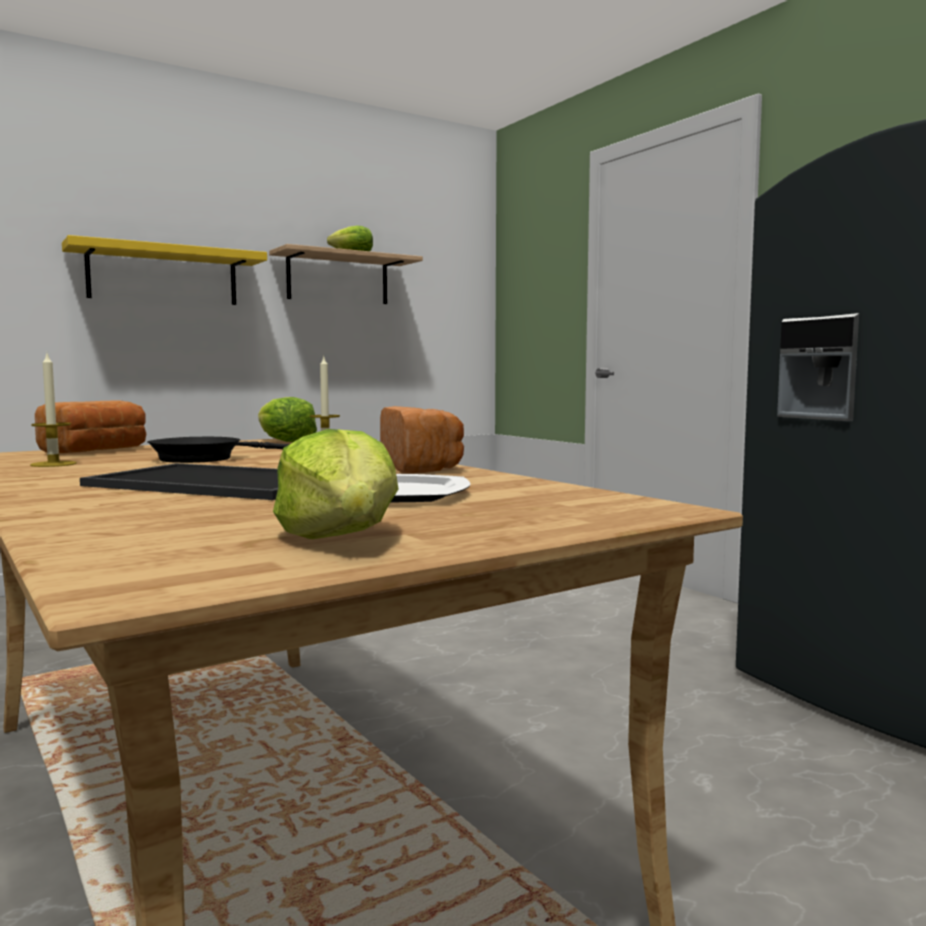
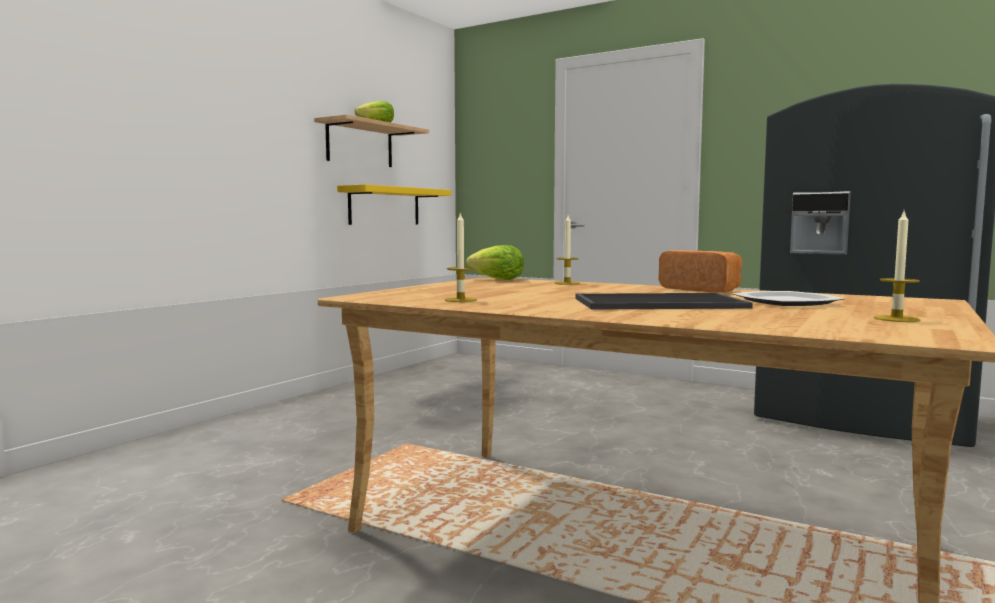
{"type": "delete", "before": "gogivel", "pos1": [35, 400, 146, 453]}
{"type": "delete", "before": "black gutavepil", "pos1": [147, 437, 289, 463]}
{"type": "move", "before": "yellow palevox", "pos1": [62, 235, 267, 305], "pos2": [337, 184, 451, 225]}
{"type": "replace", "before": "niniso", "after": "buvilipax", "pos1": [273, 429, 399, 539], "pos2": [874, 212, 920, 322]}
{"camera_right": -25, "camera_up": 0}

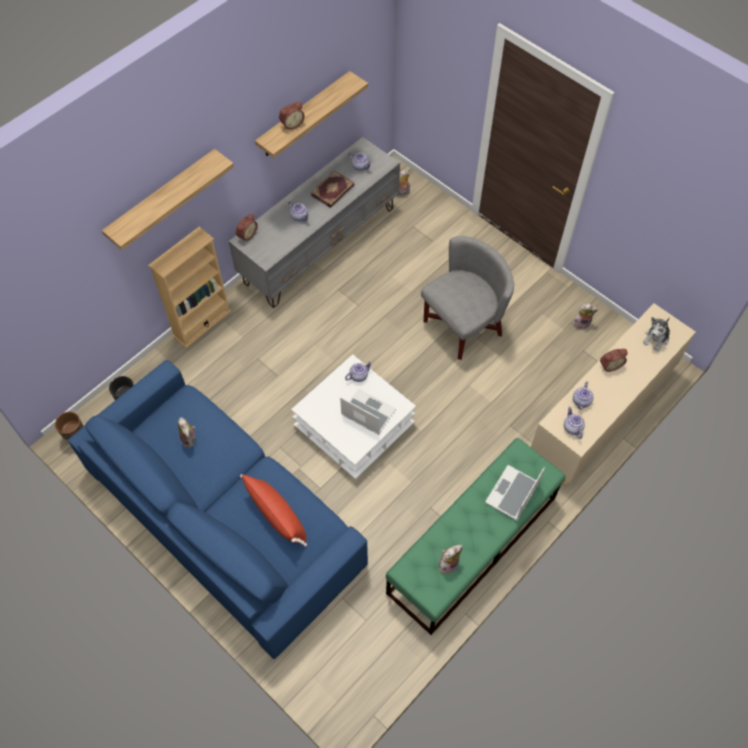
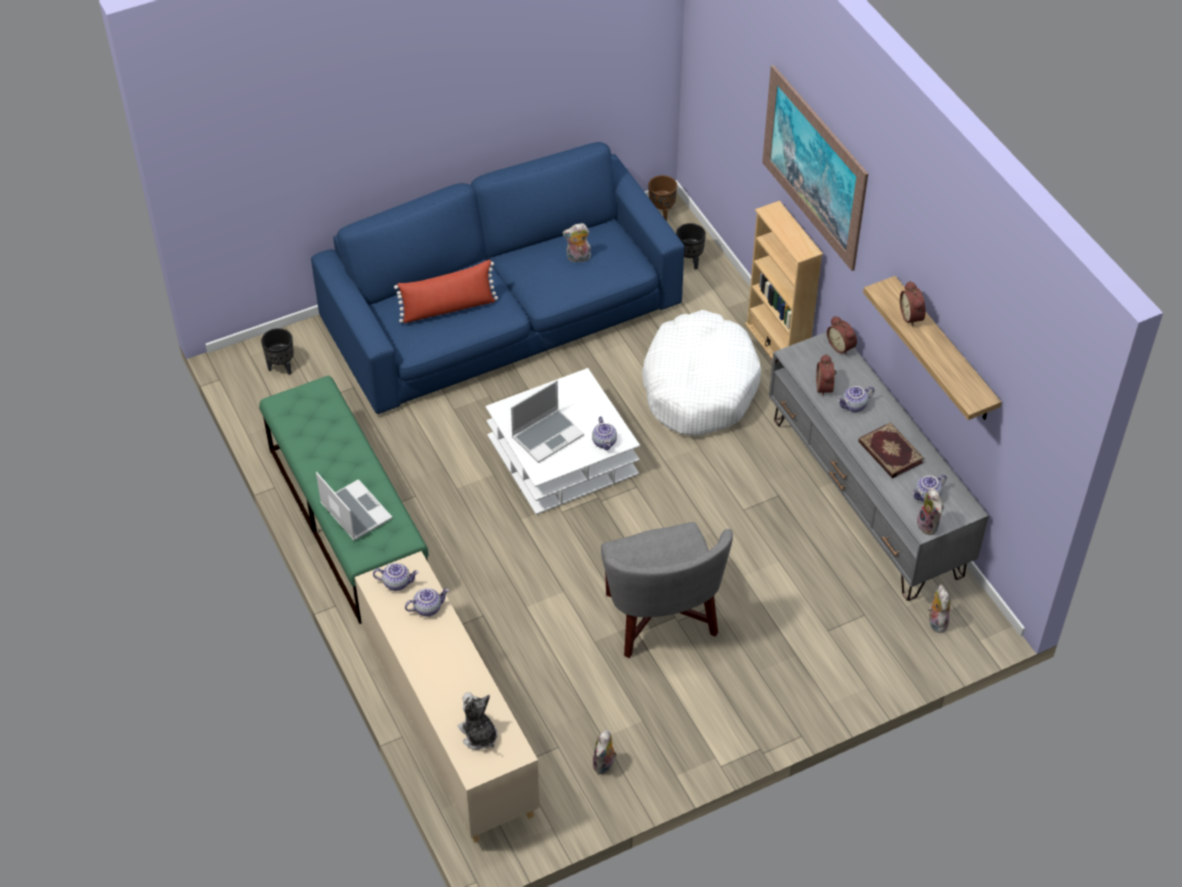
{"type": "insert", "after": "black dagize", "pos2": [261, 328, 294, 375]}
{"type": "insert", "after": "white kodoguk", "pos2": [642, 310, 761, 436]}
{"type": "move", "before": "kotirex", "pos1": [439, 545, 463, 574], "pos2": [917, 488, 944, 535]}
{"type": "move", "before": "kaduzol", "pos1": [600, 349, 628, 372], "pos2": [816, 354, 837, 396]}
{"type": "replace", "before": "palevox", "after": "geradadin", "pos1": [102, 149, 234, 250], "pos2": [762, 65, 868, 271]}
{"type": "rotate", "before": "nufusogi", "pos1": [573, 381, 593, 409], "pos2": [405, 588, 449, 616], "turn": 120}
{"camera_right": 110, "camera_up": -10}

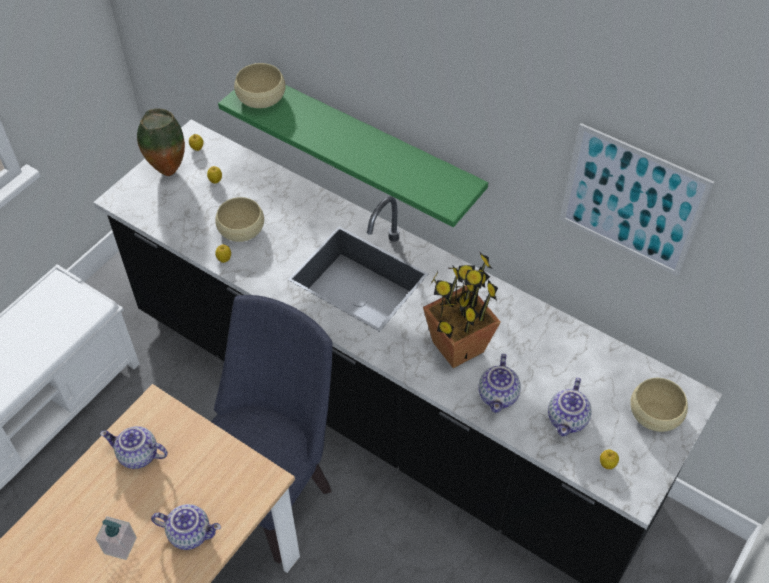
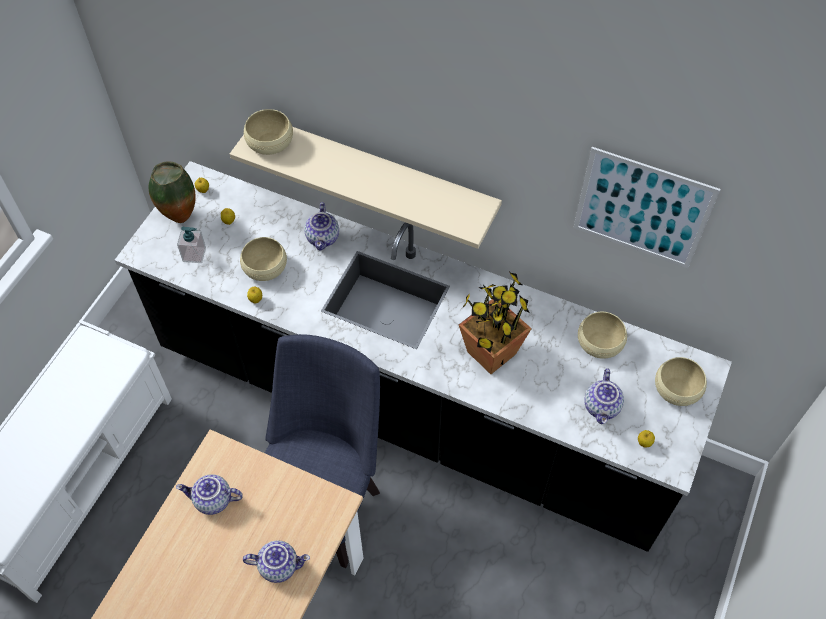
{"type": "insert", "after": "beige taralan", "pos2": [578, 312, 627, 359]}
{"type": "move", "before": "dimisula", "pos1": [96, 516, 137, 560], "pos2": [177, 227, 206, 263]}
{"type": "move", "before": "nufusogi", "pos1": [478, 354, 521, 413], "pos2": [304, 202, 339, 251]}
{"type": "recolor", "before": "green palevox", "after": "beige palevox", "pos1": [218, 85, 488, 227], "pos2": [230, 127, 502, 249]}
{"camera_right": -10, "camera_up": 5}

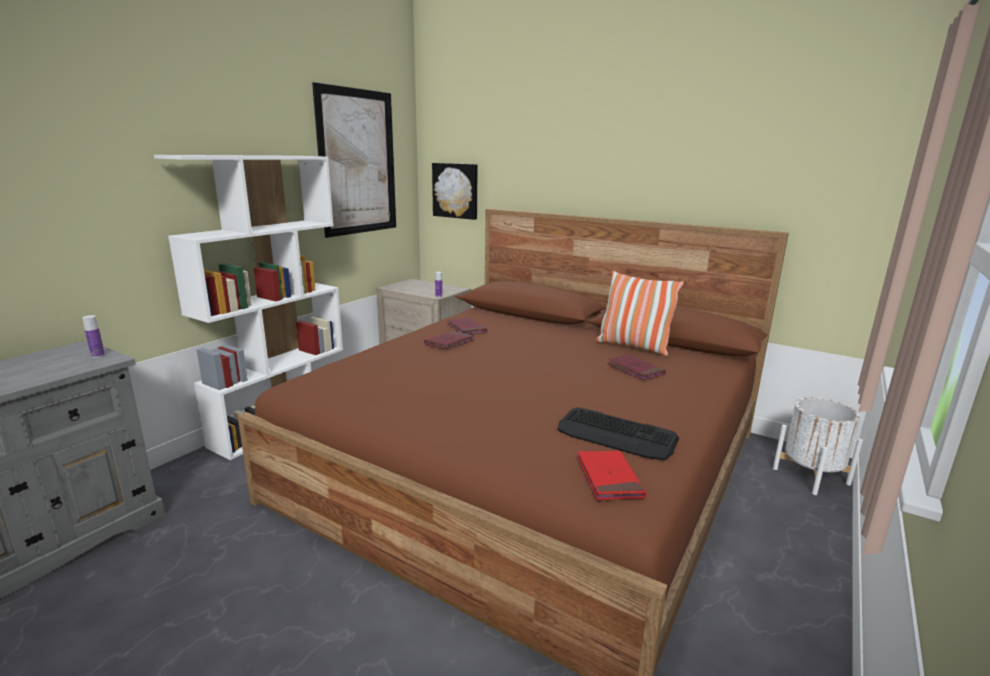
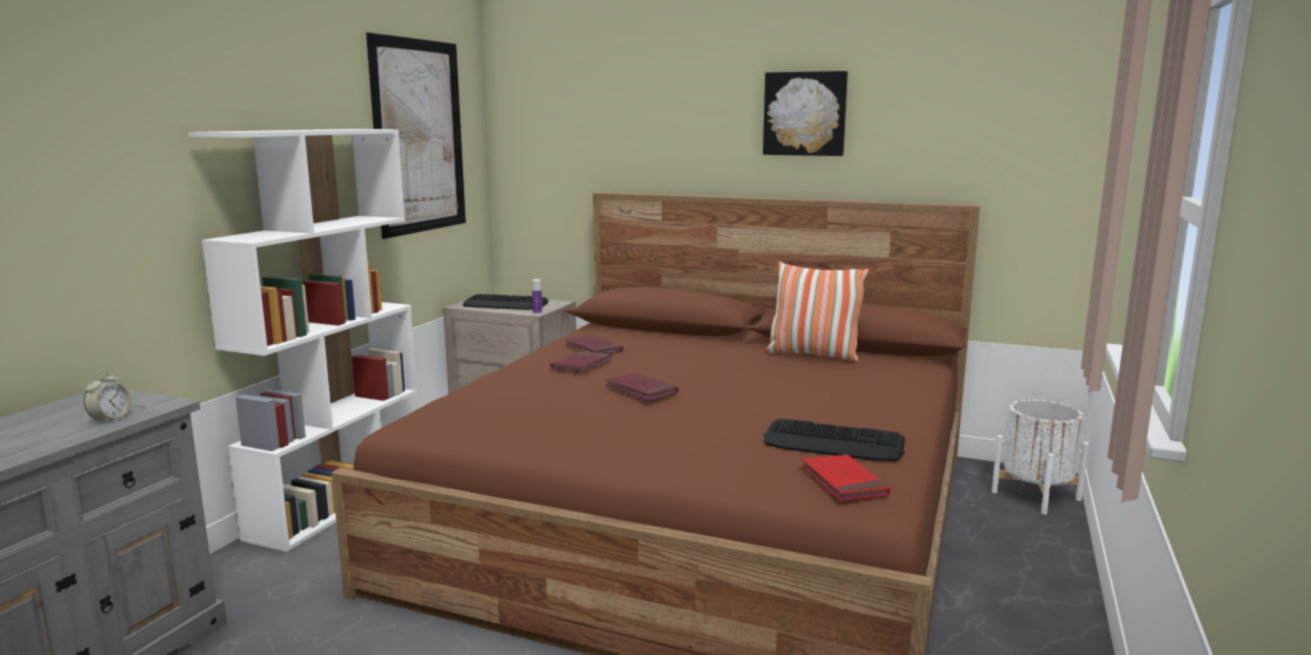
{"type": "delete", "before": "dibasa", "pos1": [82, 315, 105, 358]}
{"type": "insert", "after": "kaduzol", "pos2": [84, 371, 131, 424]}
{"type": "insert", "after": "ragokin", "pos2": [463, 294, 548, 310]}
{"type": "move", "before": "geradadin", "pos1": [432, 163, 478, 220], "pos2": [763, 71, 848, 156]}
{"type": "move", "before": "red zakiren", "pos1": [608, 355, 666, 380], "pos2": [605, 373, 679, 401]}
{"camera_right": -10, "camera_up": -5}

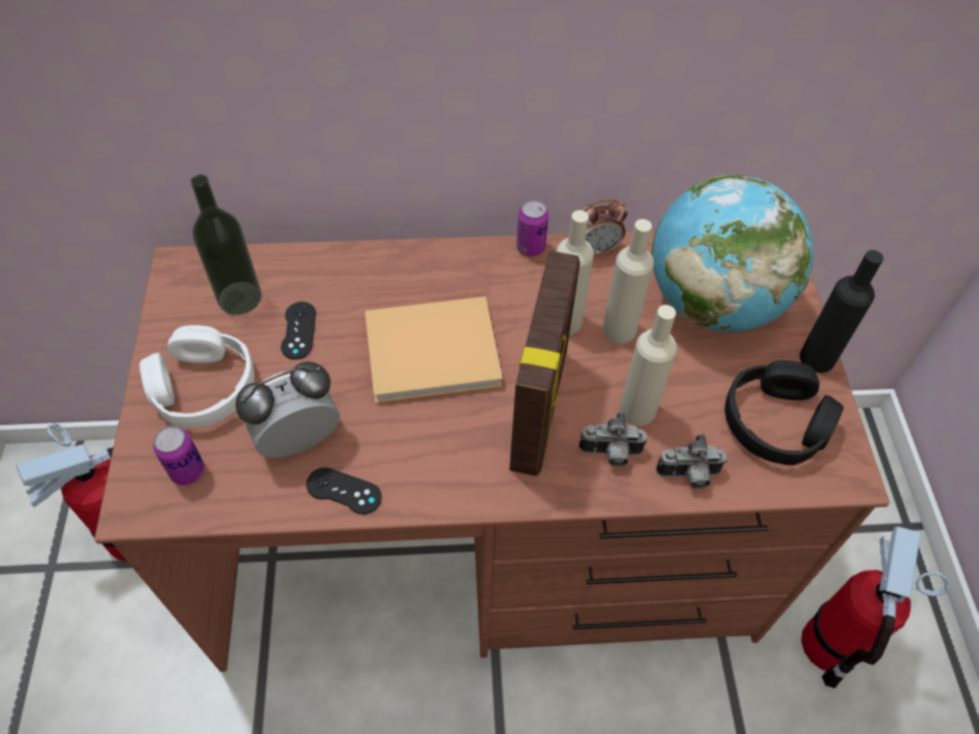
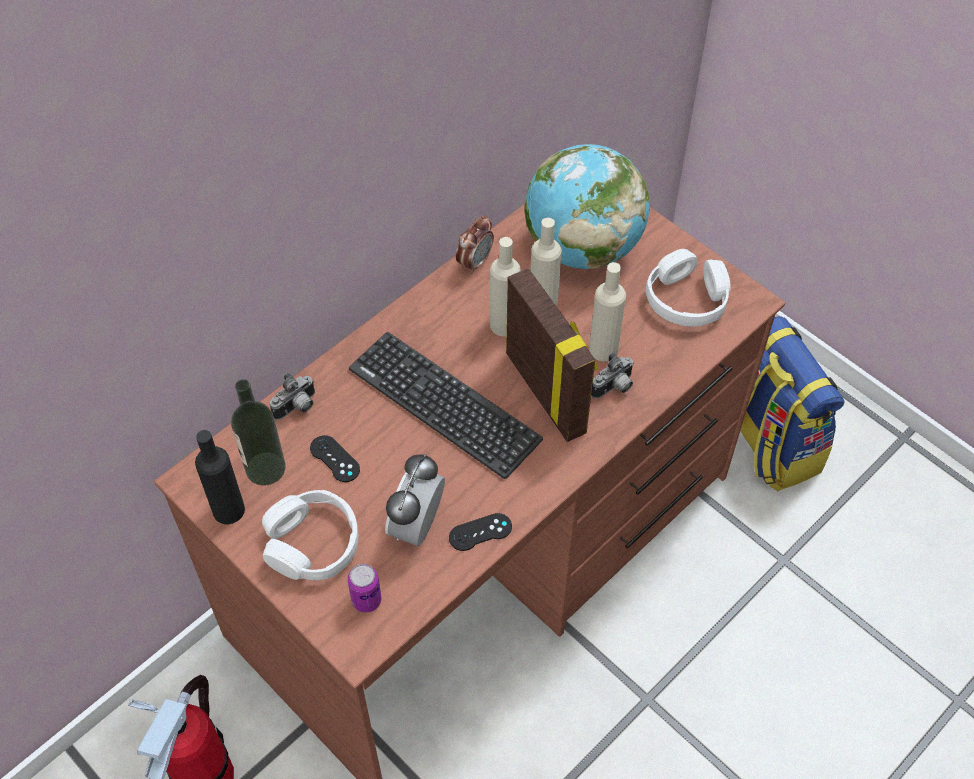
{"type": "delete", "before": "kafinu", "pos1": [516, 200, 549, 256]}
{"type": "move", "before": "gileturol", "pos1": [656, 434, 727, 488], "pos2": [269, 372, 315, 420]}
{"type": "move", "before": "black dibasa", "pos1": [800, 250, 884, 373], "pos2": [195, 430, 245, 524]}
{"type": "replace", "before": "beige zakiren", "after": "ragokin", "pos1": [365, 296, 503, 404], "pos2": [349, 332, 543, 479]}
{"type": "replace", "before": "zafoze", "after": "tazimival", "pos1": [801, 526, 950, 688], "pos2": [740, 316, 845, 491]}
{"type": "recolor", "before": "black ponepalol", "after": "white ponepalol", "pos1": [725, 360, 844, 465], "pos2": [646, 249, 731, 327]}
{"camera_right": -40, "camera_up": 0}

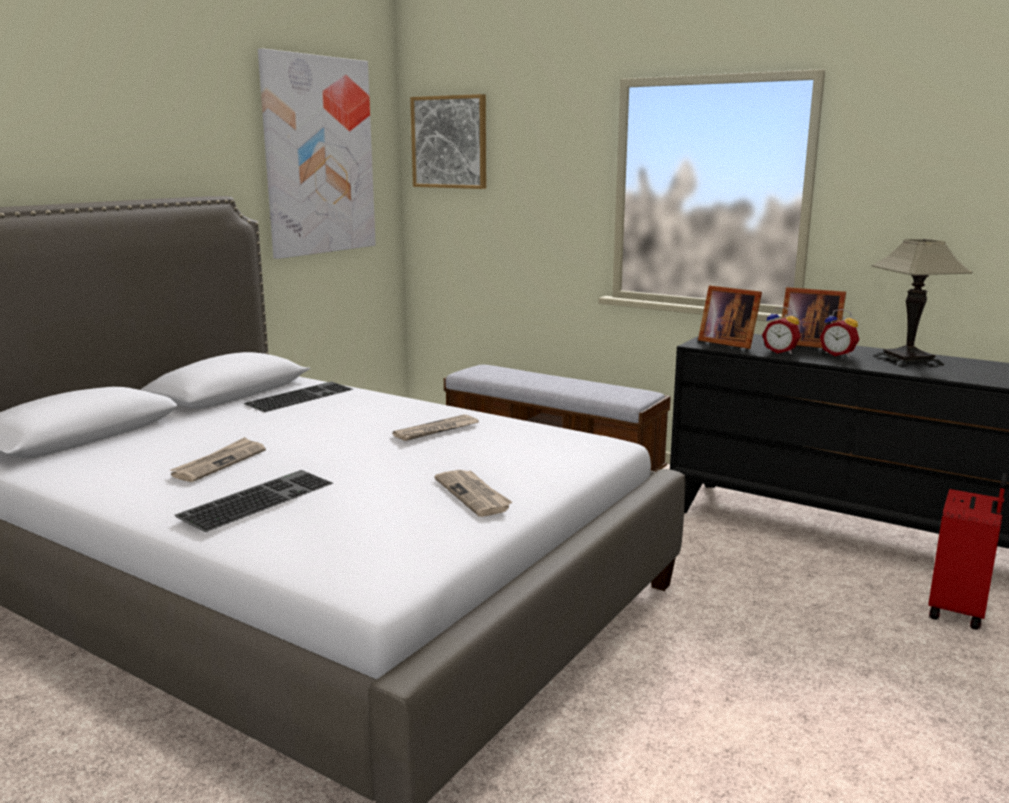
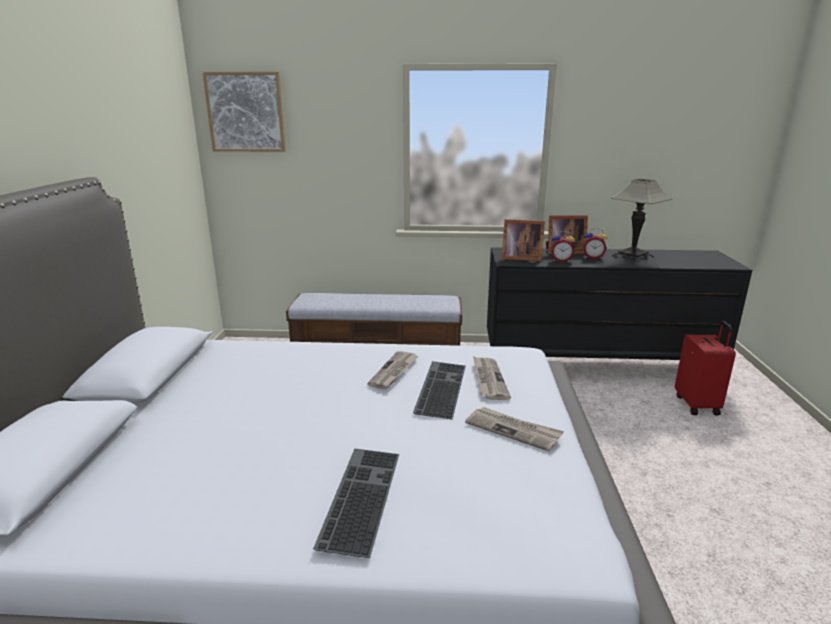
{"type": "delete", "before": "geradadin", "pos1": [258, 48, 376, 259]}
{"type": "move", "before": "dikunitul", "pos1": [170, 437, 266, 482], "pos2": [473, 356, 511, 400]}
{"type": "move", "before": "ragokin", "pos1": [244, 382, 353, 412], "pos2": [413, 361, 466, 420]}
{"camera_right": -30, "camera_up": 5}

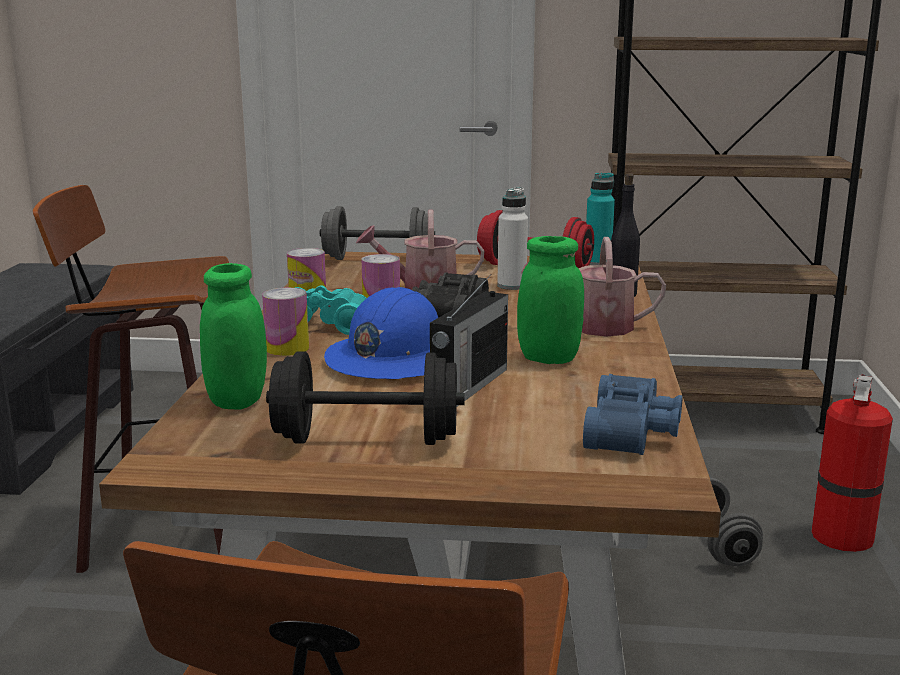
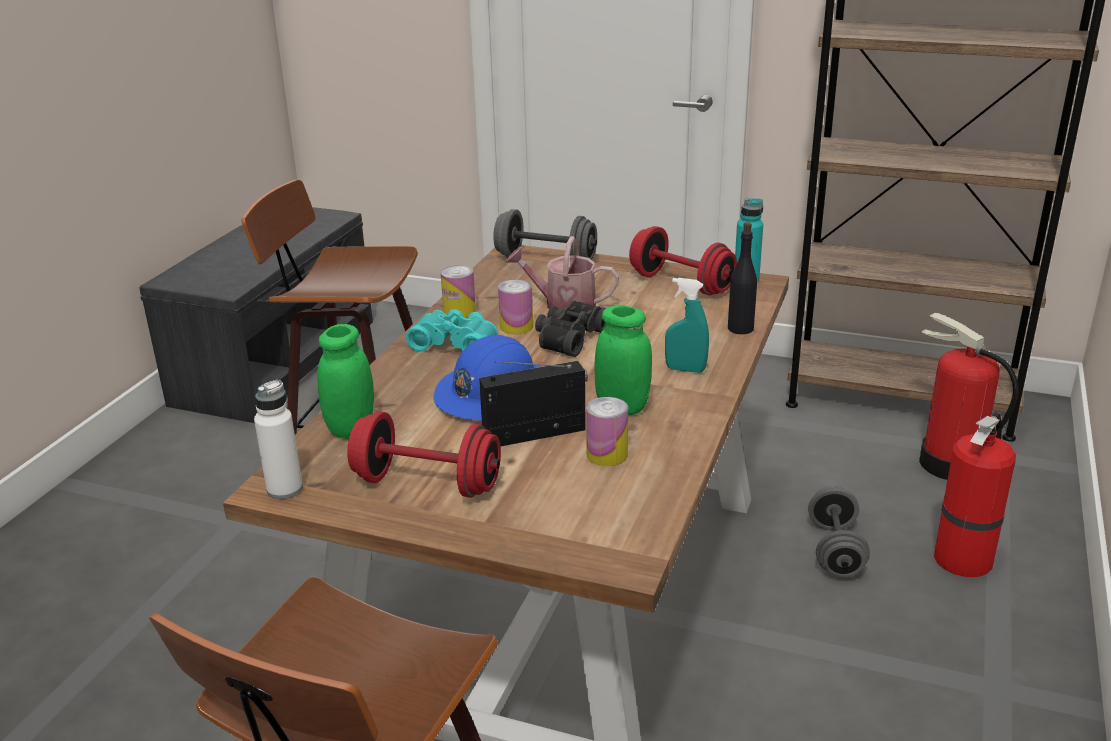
{"type": "delete", "before": "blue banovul", "pos1": [583, 374, 682, 455]}
{"type": "insert", "after": "zafoze", "pos2": [919, 313, 1019, 480]}
{"type": "move", "before": "kafinu", "pos1": [262, 288, 309, 356], "pos2": [586, 397, 628, 466]}
{"type": "move", "before": "white dibasa", "pos1": [497, 187, 528, 290], "pos2": [254, 380, 303, 499]}
{"type": "replace", "before": "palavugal", "after": "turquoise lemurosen", "pos1": [520, 237, 666, 337], "pos2": [665, 278, 709, 373]}
{"type": "recolor", "before": "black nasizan", "after": "red nasizan", "pos1": [266, 351, 465, 445], "pos2": [347, 411, 501, 498]}
{"type": "rotate", "before": "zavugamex", "pos1": [430, 274, 508, 407], "pos2": [479, 361, 588, 446], "turn": -150}
{"camera_right": 15, "camera_up": 10}

